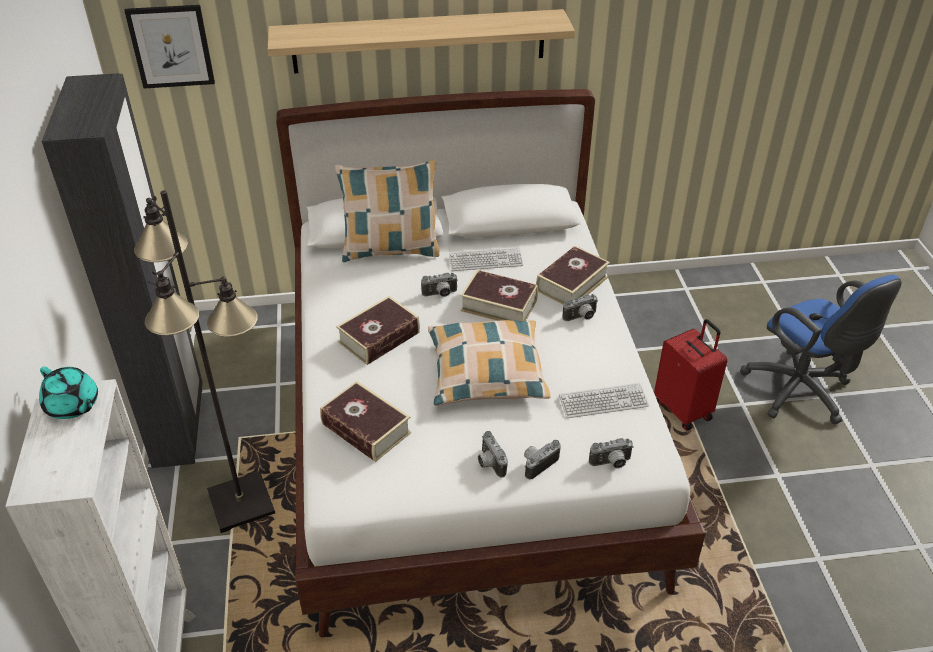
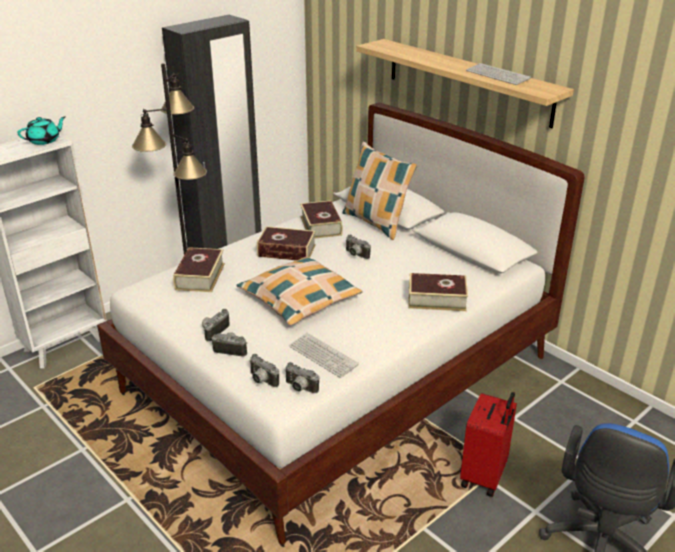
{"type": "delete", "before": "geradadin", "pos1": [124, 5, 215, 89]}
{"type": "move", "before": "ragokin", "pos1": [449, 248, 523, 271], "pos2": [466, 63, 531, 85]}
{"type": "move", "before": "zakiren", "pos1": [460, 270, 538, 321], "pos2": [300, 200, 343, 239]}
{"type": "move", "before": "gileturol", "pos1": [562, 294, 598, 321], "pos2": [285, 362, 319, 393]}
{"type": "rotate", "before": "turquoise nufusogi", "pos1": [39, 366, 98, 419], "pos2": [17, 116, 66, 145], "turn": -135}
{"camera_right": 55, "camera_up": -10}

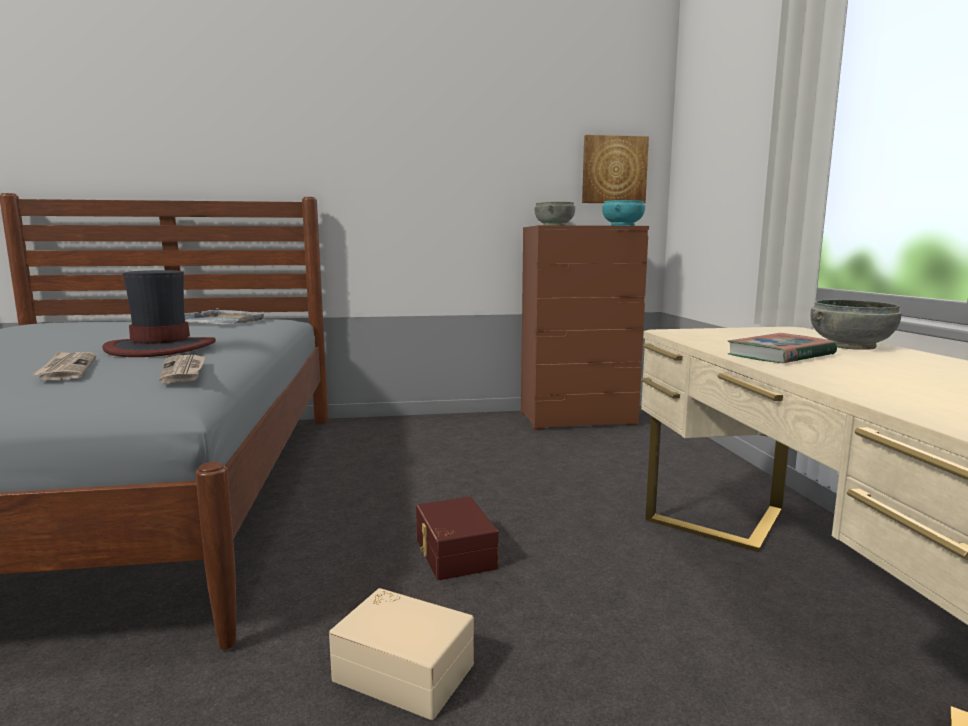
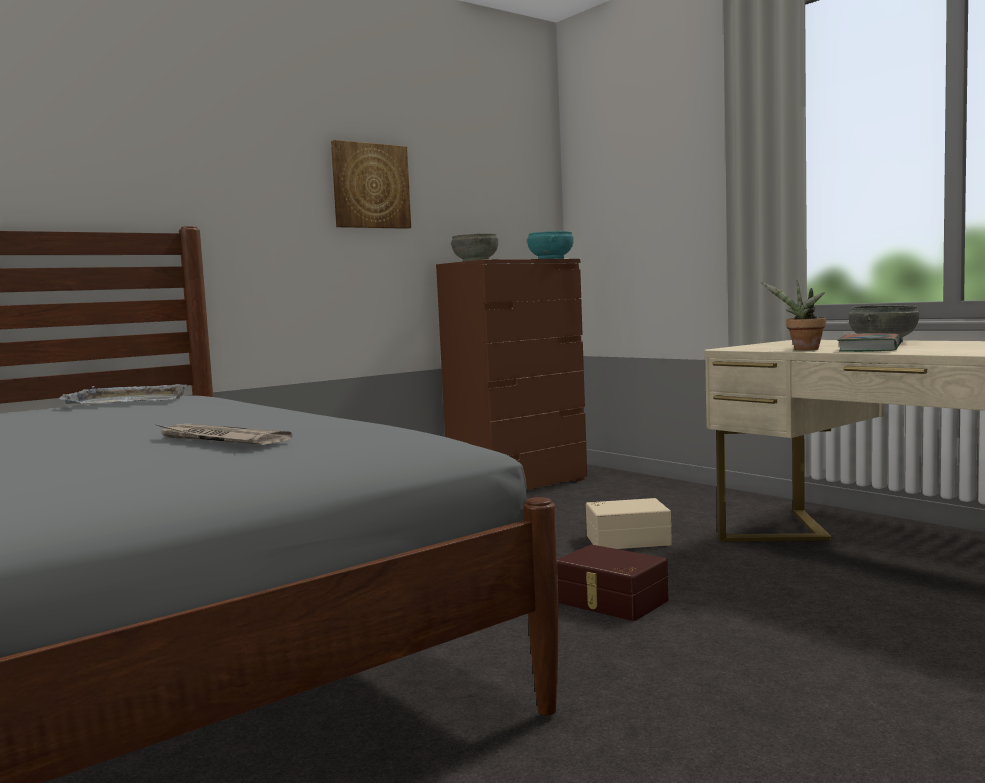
{"type": "delete", "before": "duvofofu", "pos1": [102, 270, 216, 357]}
{"type": "delete", "before": "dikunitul", "pos1": [159, 355, 205, 383]}
{"type": "insert", "after": "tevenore", "pos2": [761, 280, 826, 350]}
{"type": "move", "before": "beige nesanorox", "pos1": [329, 588, 474, 720], "pos2": [586, 498, 672, 549]}
{"type": "move", "before": "geradadin", "pos1": [582, 135, 649, 203], "pos2": [331, 140, 411, 229]}
{"camera_right": -30, "camera_up": -5}

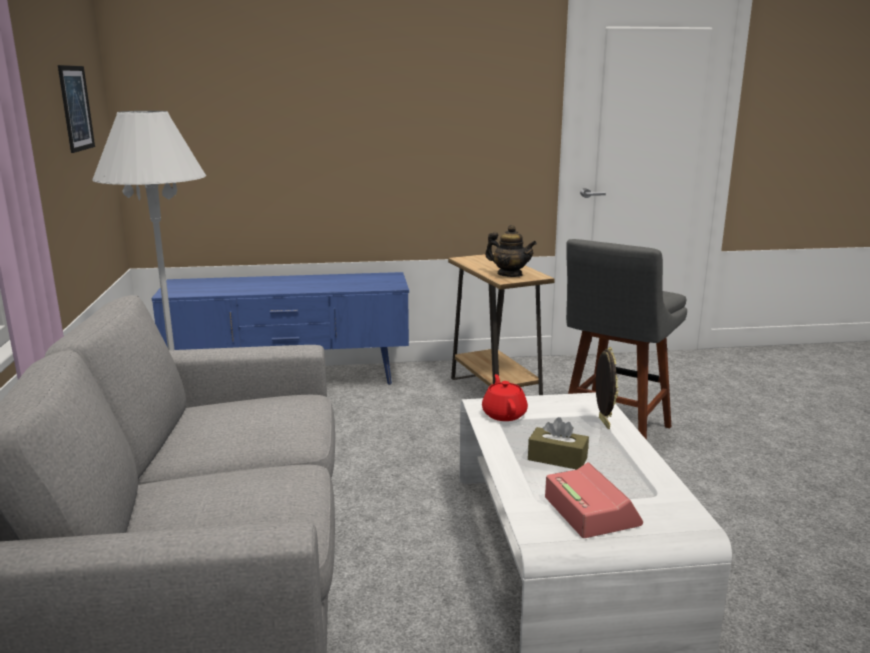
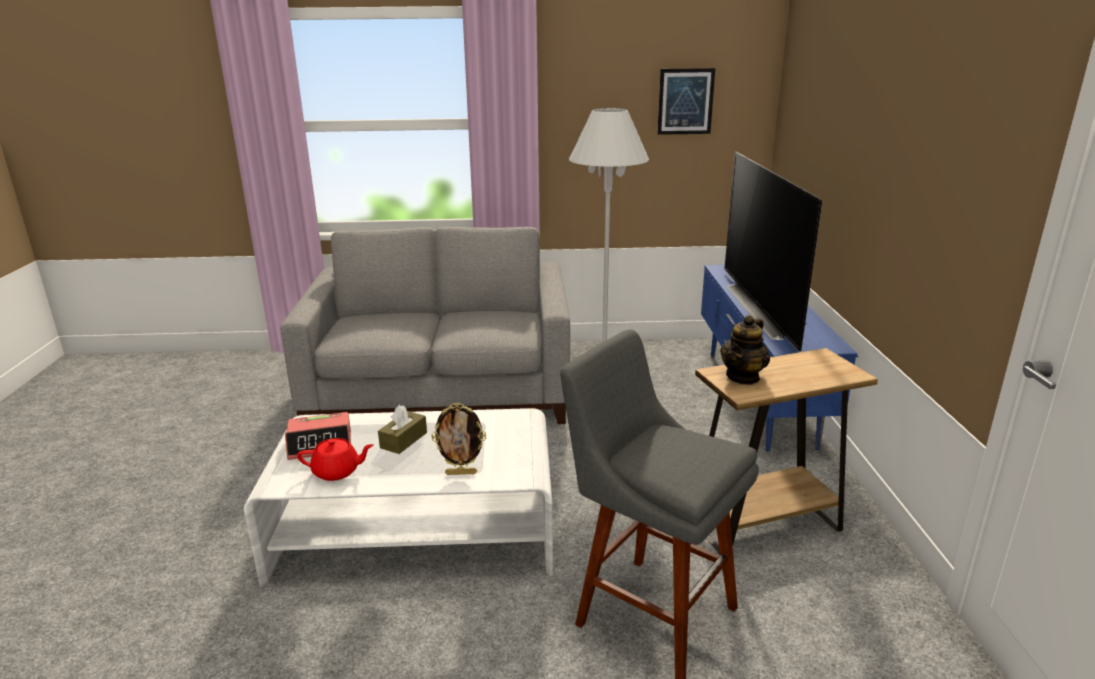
{"type": "insert", "after": "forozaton", "pos2": [724, 152, 822, 352]}
{"type": "move", "before": "red nufusogi", "pos1": [482, 374, 528, 421], "pos2": [297, 438, 373, 481]}
{"camera_right": 95, "camera_up": 5}

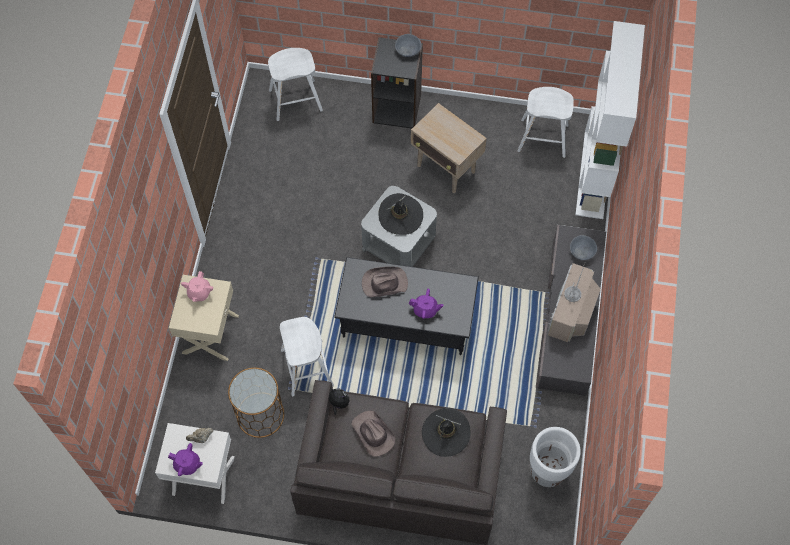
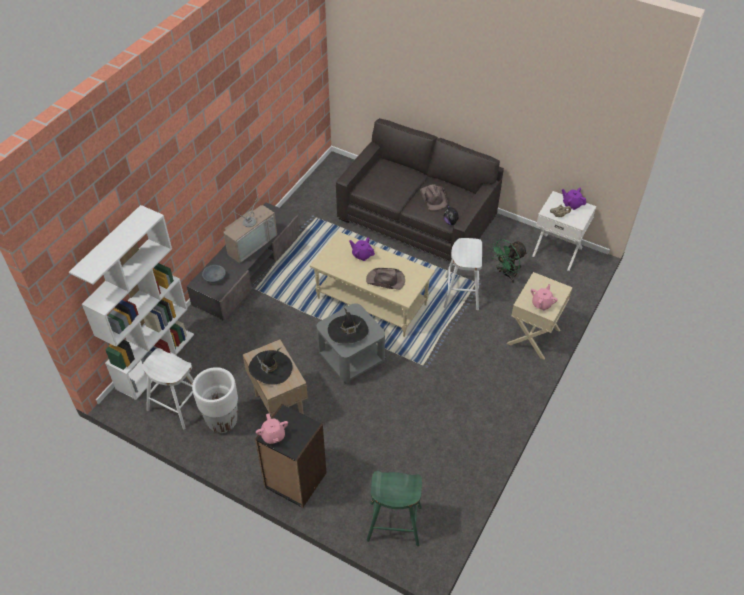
{"type": "move", "before": "black duvofofu", "pos1": [422, 408, 471, 457], "pos2": [249, 348, 292, 385]}
{"type": "move", "before": "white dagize", "pos1": [530, 427, 581, 487], "pos2": [192, 367, 238, 433]}
{"type": "replace", "before": "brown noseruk", "after": "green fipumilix", "pos1": [228, 367, 284, 438], "pos2": [490, 239, 528, 283]}
{"type": "replace", "before": "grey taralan", "after": "pink nufusogi", "pos1": [395, 34, 422, 57], "pos2": [256, 413, 288, 444]}
{"type": "recolor", "before": "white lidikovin", "after": "green lidikovin", "pos1": [268, 48, 323, 121], "pos2": [367, 471, 422, 546]}
{"type": "recolor", "before": "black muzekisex", "after": "beige muzekisex", "pos1": [334, 257, 479, 355], "pos2": [310, 231, 435, 337]}
{"camera_right": -160, "camera_up": -15}

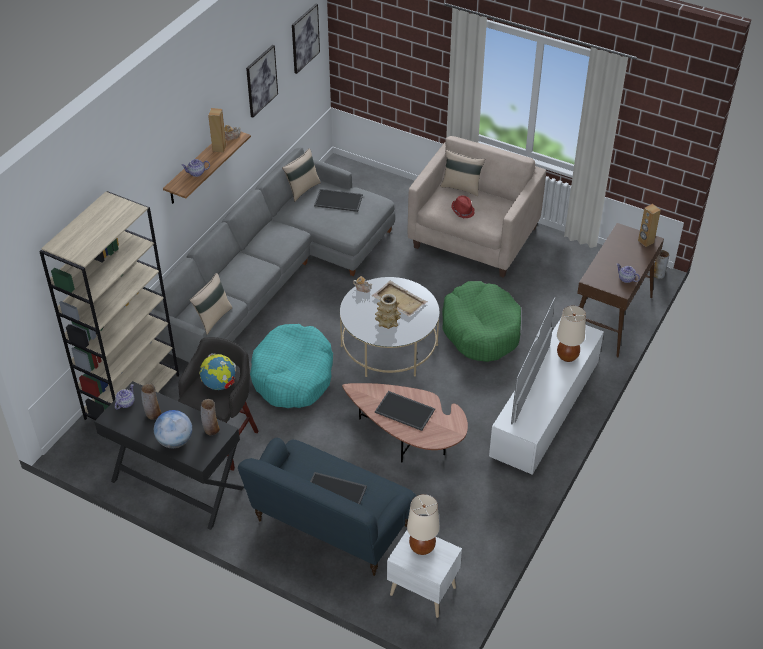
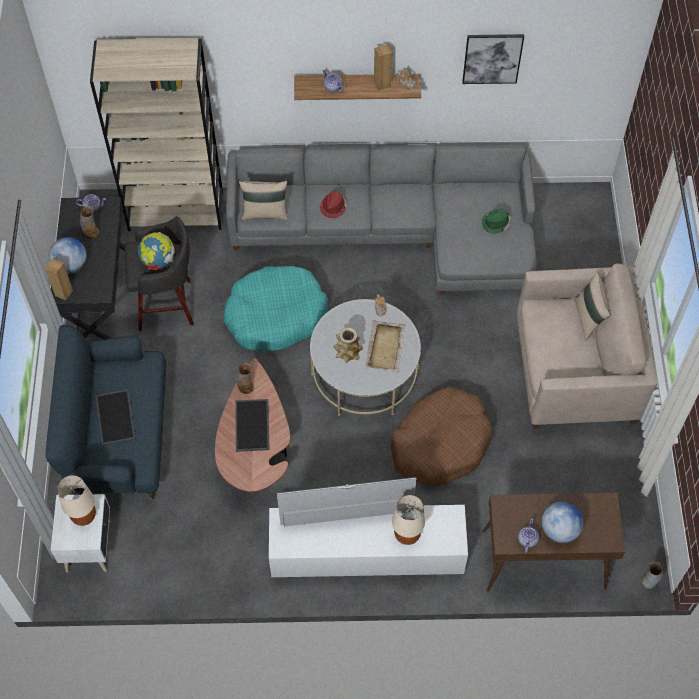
{"type": "delete", "before": "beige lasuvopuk", "pos1": [282, 148, 321, 202]}
{"type": "delete", "before": "geradadin", "pos1": [292, 4, 320, 74]}
{"type": "insert", "after": "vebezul", "pos2": [541, 502, 583, 543]}
{"type": "move", "before": "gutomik", "pos1": [201, 399, 220, 435], "pos2": [236, 363, 254, 394]}
{"type": "move", "before": "red duvofofu", "pos1": [451, 195, 475, 218], "pos2": [320, 191, 347, 218]}
{"type": "move", "before": "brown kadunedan", "pos1": [638, 204, 661, 247], "pos2": [45, 258, 73, 301]}
{"type": "replace", "before": "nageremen", "after": "green duvofofu", "pos1": [314, 189, 363, 212], "pos2": [482, 209, 511, 234]}
{"type": "recolor", "before": "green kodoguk", "after": "brown kodoguk", "pos1": [442, 281, 521, 362], "pos2": [391, 387, 492, 487]}
{"camera_right": 60, "camera_up": 15}

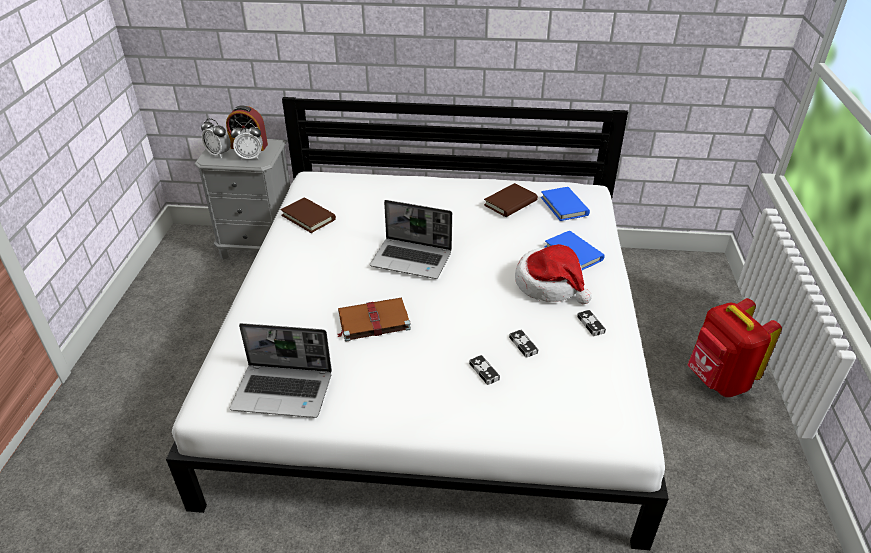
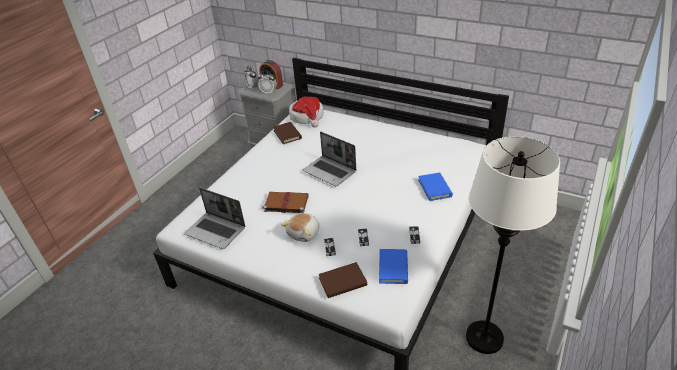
{"type": "delete", "before": "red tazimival", "pos1": [688, 298, 782, 397]}
{"type": "insert", "after": "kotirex", "pos2": [281, 213, 319, 242]}
{"type": "insert", "after": "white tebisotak", "pos2": [466, 136, 560, 354]}
{"type": "move", "before": "brown zakiren", "pos1": [484, 183, 538, 217], "pos2": [319, 262, 367, 298]}
{"type": "move", "before": "duvofofu", "pos1": [515, 244, 592, 304], "pos2": [289, 97, 324, 128]}
{"type": "move", "before": "blue zakiren", "pos1": [541, 187, 590, 221], "pos2": [379, 249, 408, 284]}
{"camera_right": 25, "camera_up": 0}

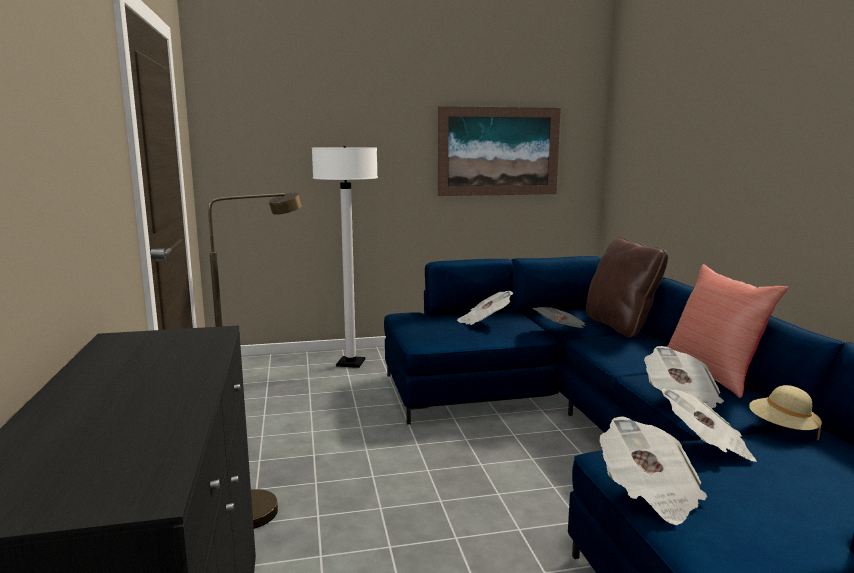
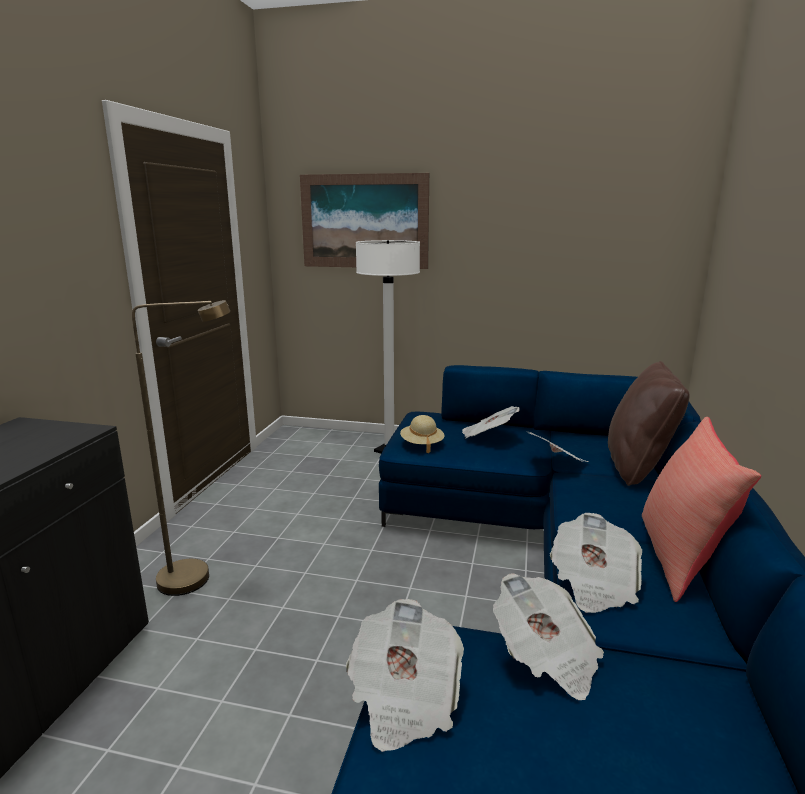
{"type": "move", "before": "geradadin", "pos1": [438, 106, 561, 196], "pos2": [300, 173, 429, 269]}
{"type": "move", "before": "beige duvofofu", "pos1": [749, 385, 822, 440], "pos2": [400, 415, 444, 453]}
{"camera_right": 25, "camera_up": 5}

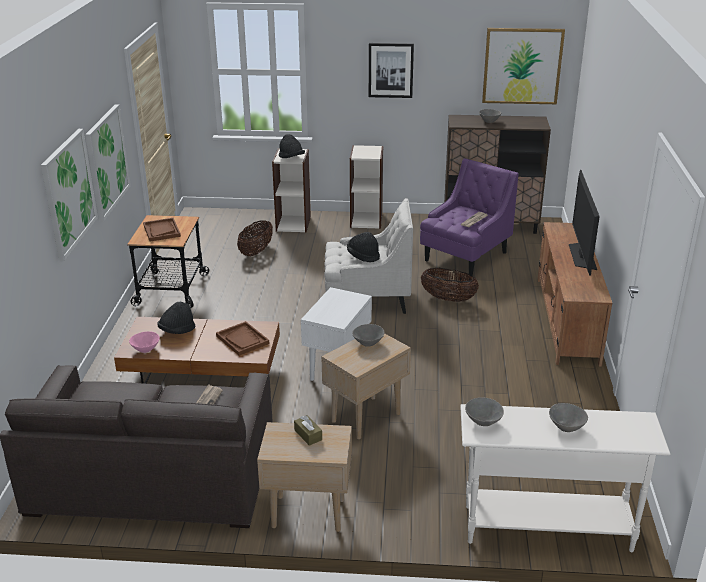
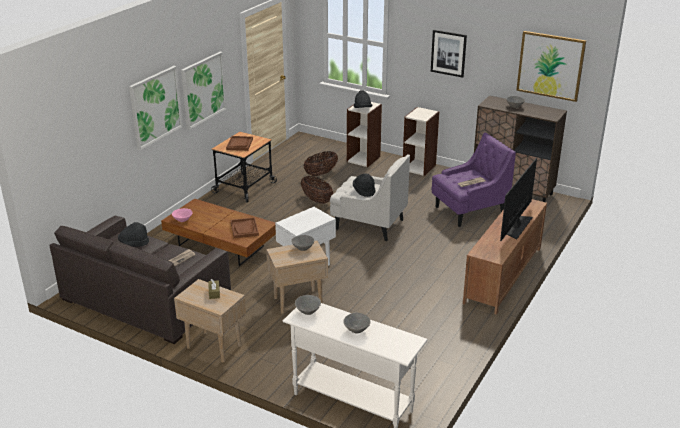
{"type": "move", "before": "black duvofofu", "pos1": [157, 302, 195, 334], "pos2": [118, 222, 149, 247]}
{"type": "move", "before": "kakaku", "pos1": [421, 268, 479, 302], "pos2": [301, 176, 334, 204]}
{"camera_right": 25, "camera_up": 0}

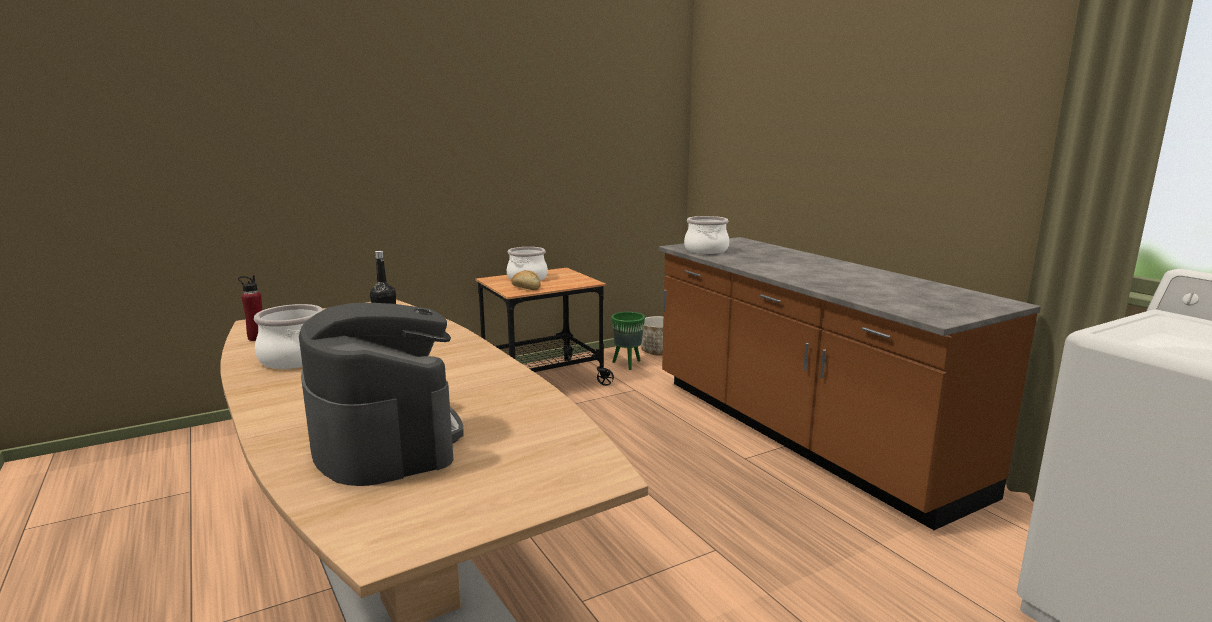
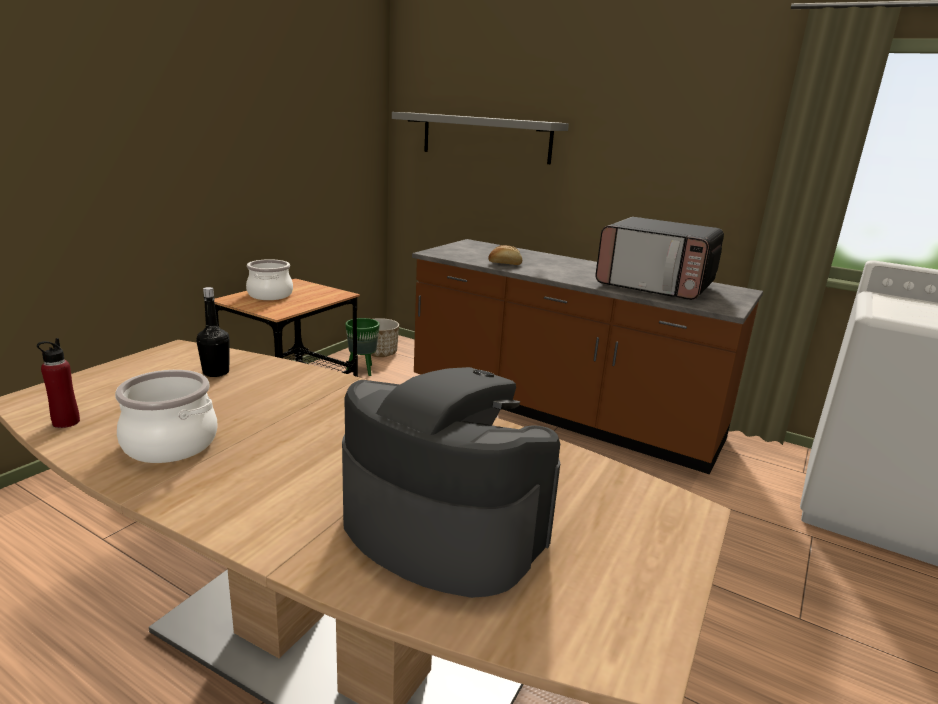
{"type": "delete", "before": "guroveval", "pos1": [684, 216, 729, 254]}
{"type": "insert", "after": "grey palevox", "pos2": [392, 112, 569, 164]}
{"type": "insert", "after": "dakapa", "pos2": [595, 217, 724, 300]}
{"type": "move", "before": "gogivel", "pos1": [511, 270, 541, 290], "pos2": [488, 245, 522, 265]}
{"camera_right": -30, "camera_up": 5}

